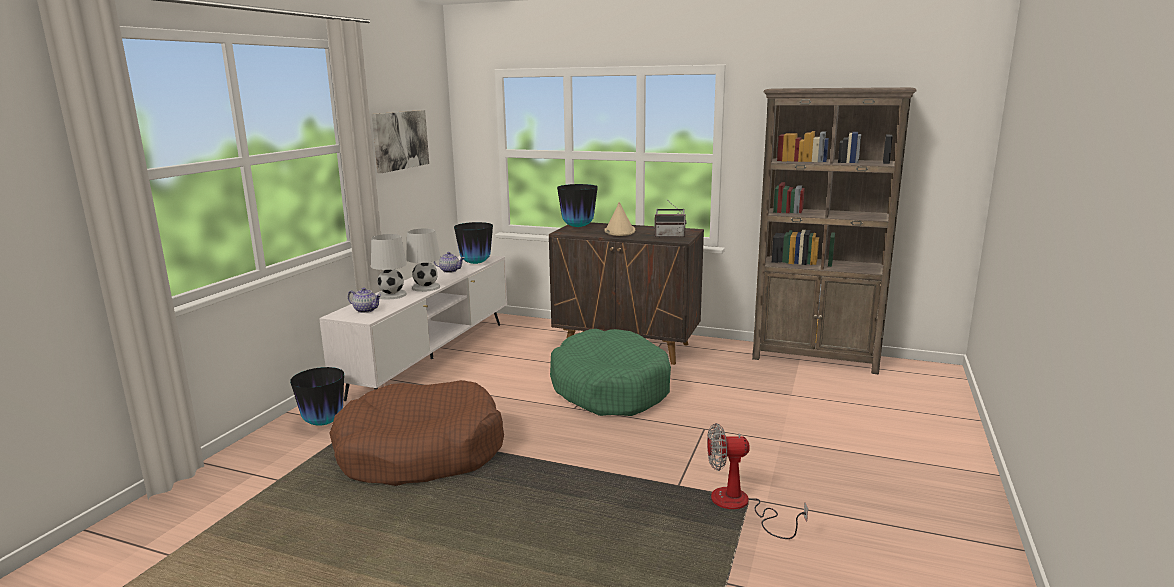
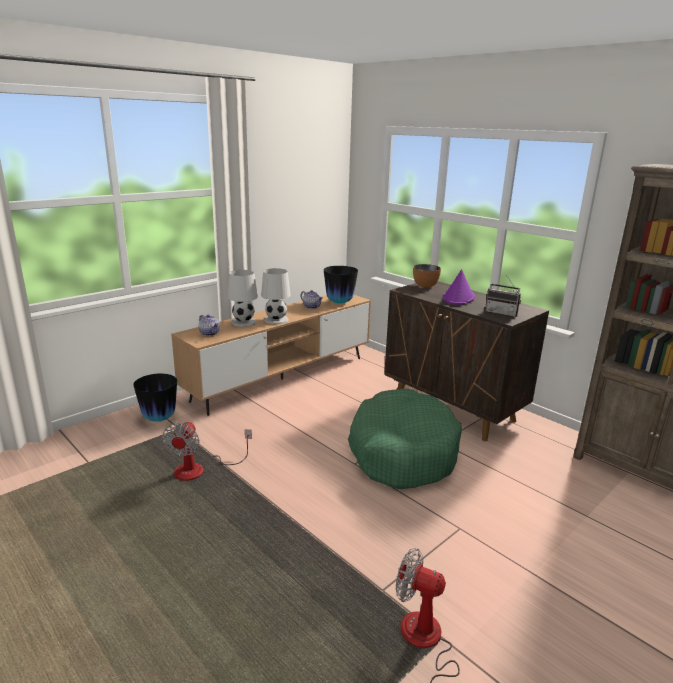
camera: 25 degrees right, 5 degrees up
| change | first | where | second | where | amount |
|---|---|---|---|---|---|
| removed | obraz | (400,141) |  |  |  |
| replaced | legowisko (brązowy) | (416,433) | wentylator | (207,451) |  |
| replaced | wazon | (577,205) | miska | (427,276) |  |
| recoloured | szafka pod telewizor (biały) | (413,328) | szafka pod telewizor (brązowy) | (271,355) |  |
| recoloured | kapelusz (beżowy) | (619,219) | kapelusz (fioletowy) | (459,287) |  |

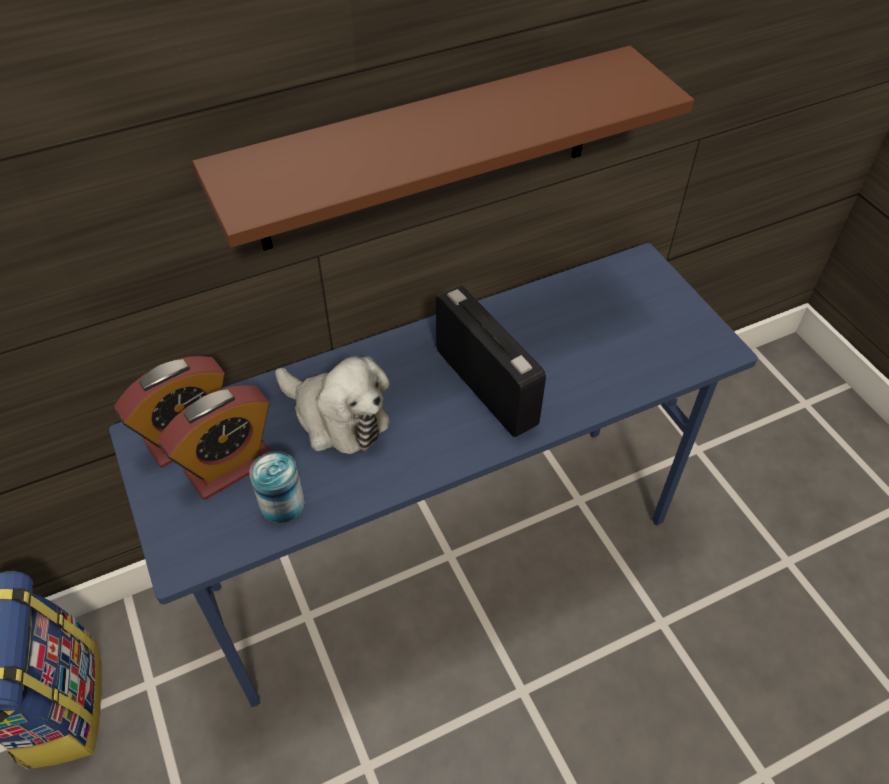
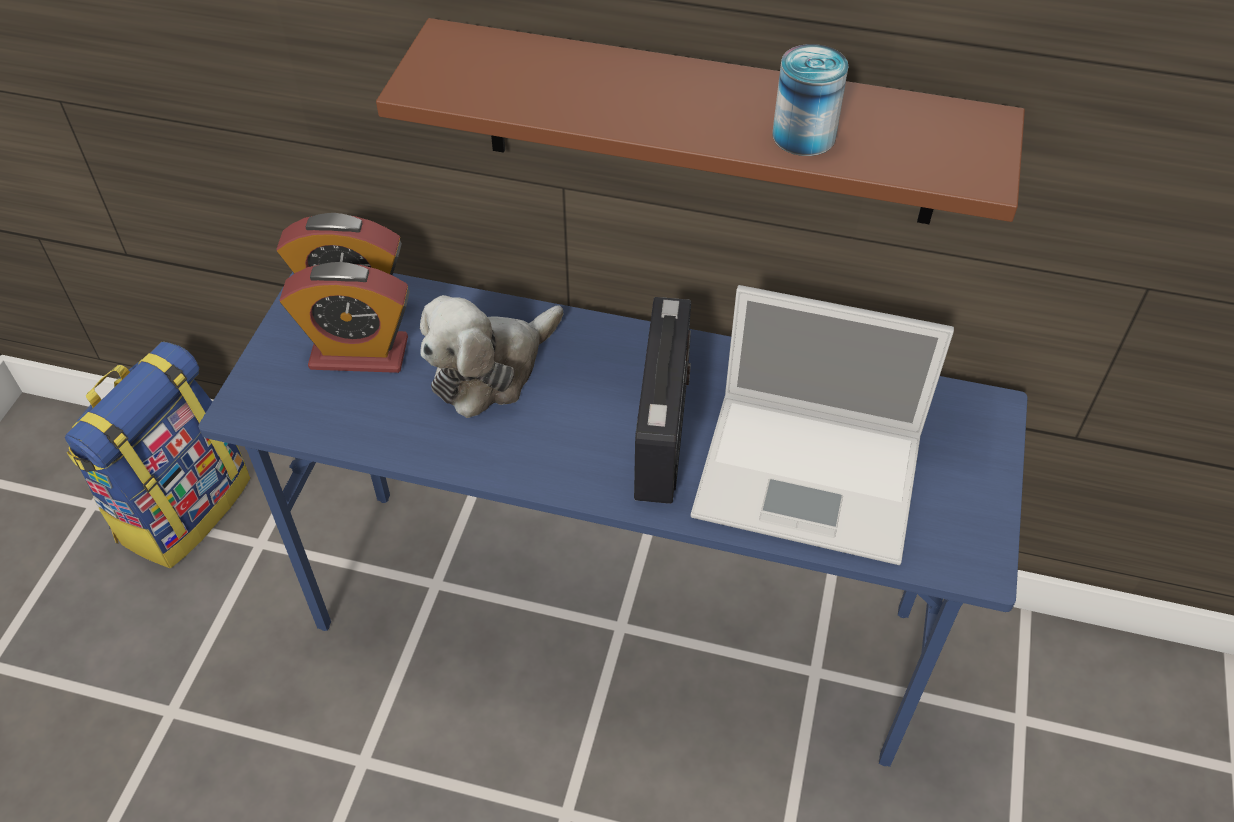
camera: 40 degrees right, 0 degrees up
| change | first | where | second | where | amount |
|---|---|---|---|---|---|
| added |  |  | laptop | (822,425) |  |
| moved | puszka | (277,487) |  | (810,100) |  |
| turned | pluszak | (332,405) |  | (492,356) | 60 degrees clockwise |

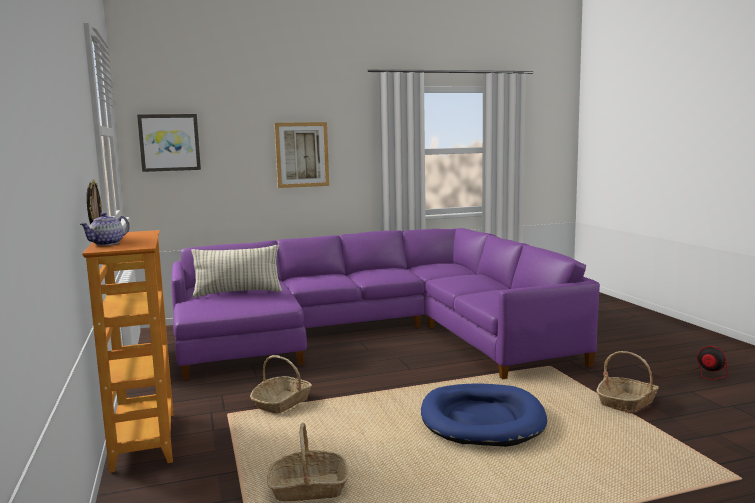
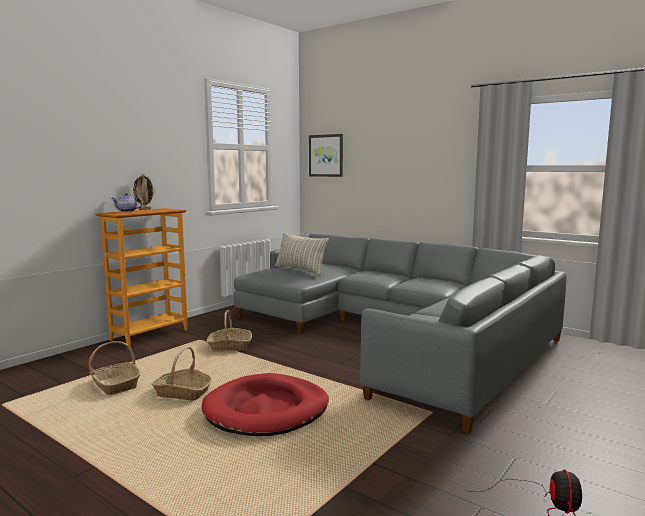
camera: 55 degrees right, 0 degrees up
| change | first | where | second | where | amount |
|---|---|---|---|---|---|
| removed | obraz | (301,155) |  |  |  |
| moved | koszyk | (627,382) |  | (181,373) |  |
| recoloured | kanapa (fioletowy) | (385,304) | kanapa (szary) | (400,334) |  |
| recoloured | legowisko (niebieski) | (484,415) | legowisko (czerwony) | (265,404) |  |

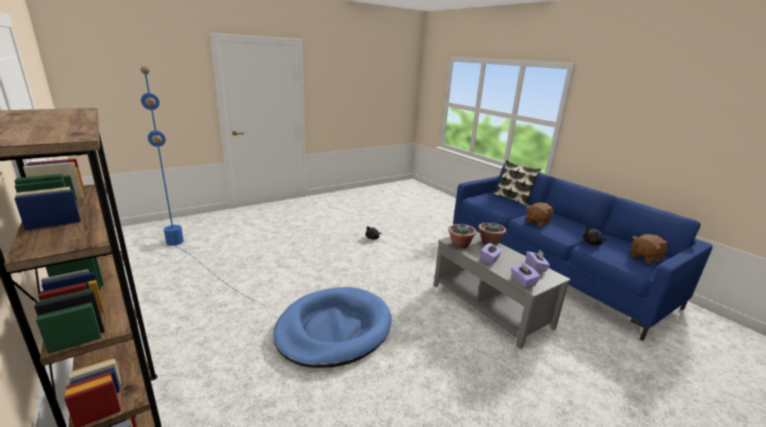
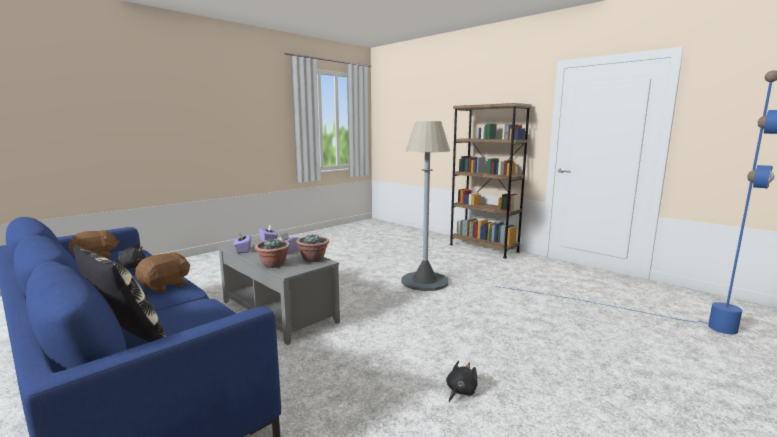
camera: 170 degrees right, 10 degrees down
| change | first | where | second | where | amount |
|---|---|---|---|---|---|
| replaced | legowisko (niebieski) | (332,327) | lampa stojąca (szary) | (425,206) |  |

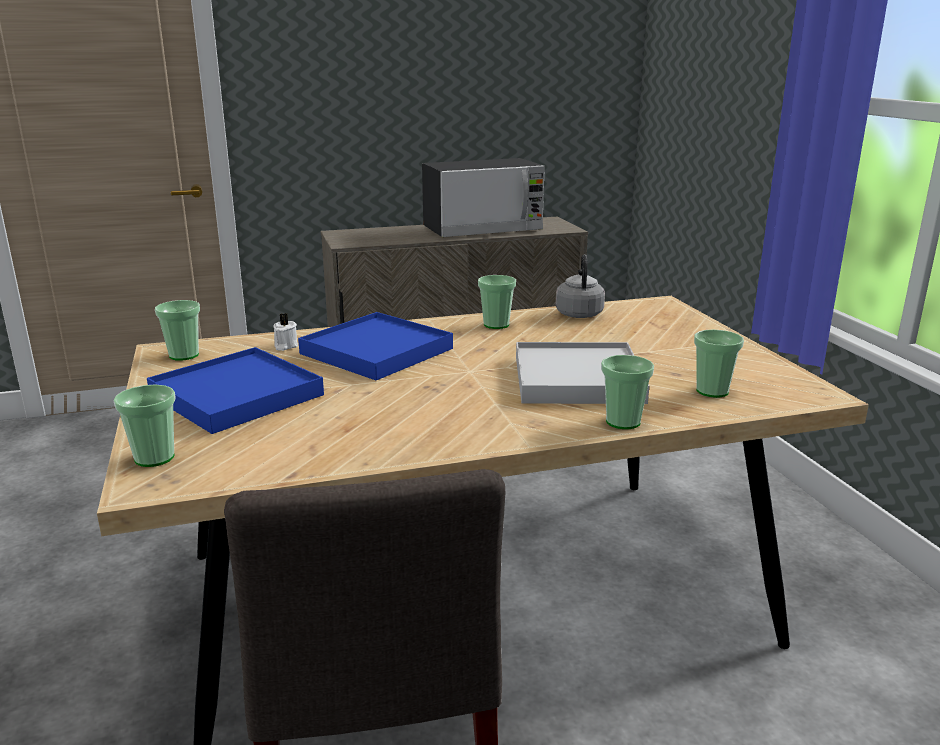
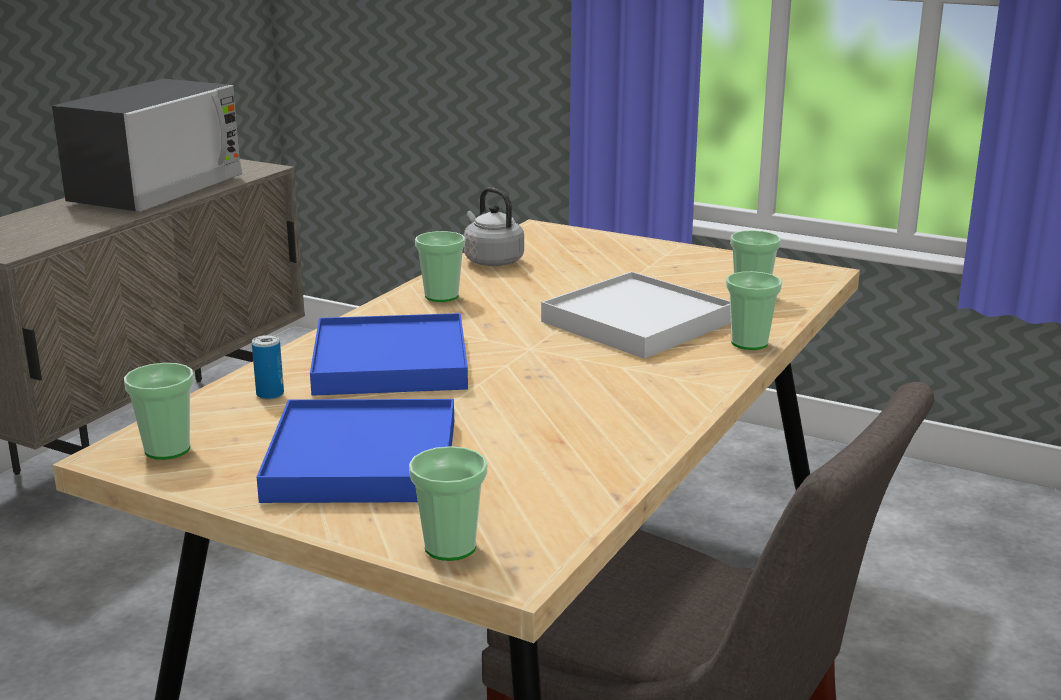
camera: 45 degrees left, 0 degrees up
| change | first | where | second | where | amount |
|---|---|---|---|---|---|
| replaced | świeca (biały) | (285,332) | puszka | (268,367) |  |

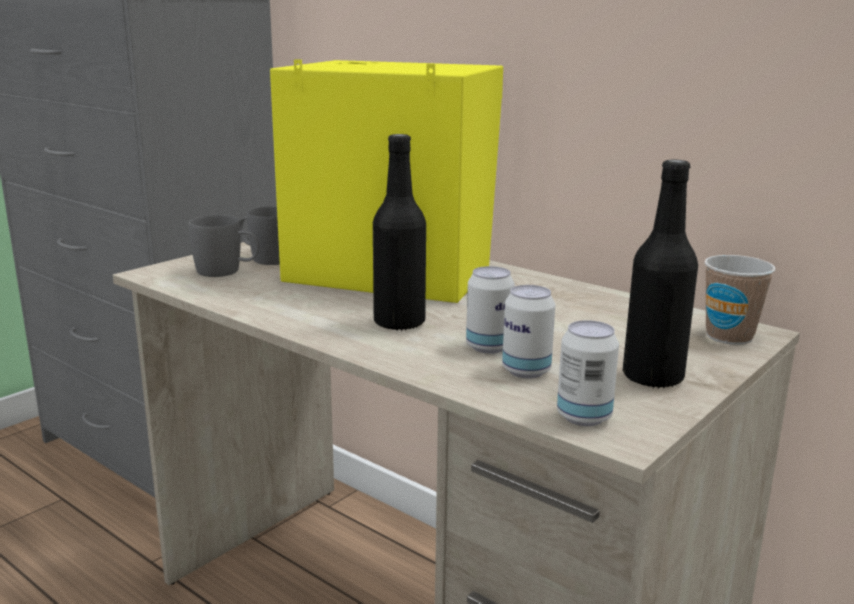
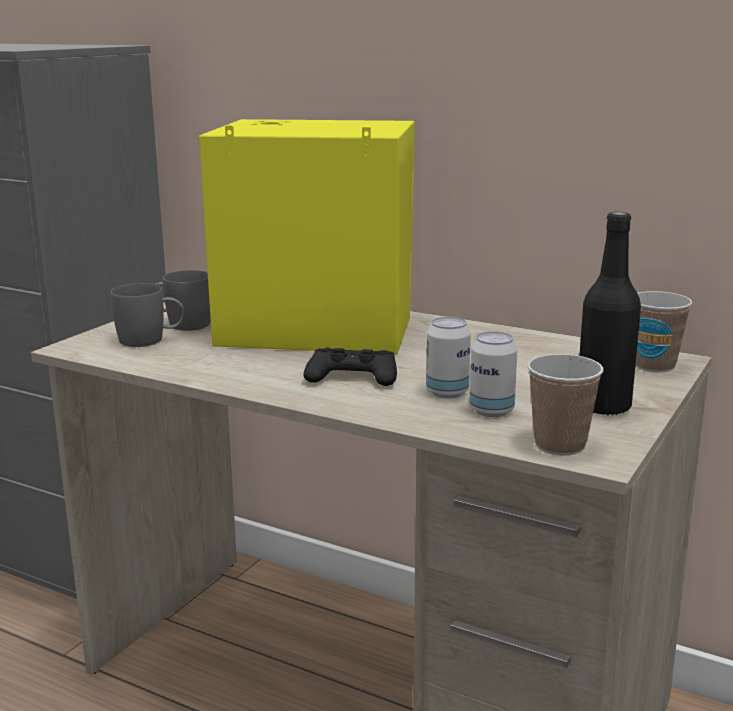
camera: 10 degrees left, 0 degrees up
| change | first | where | second | where | amount |
|---|---|---|---|---|---|
| replaced | butelka (czarny) | (399,232) | pad do gier (czarny) | (350,367) |  |
| replaced | puszka | (588,373) | filiżanka | (565,404) |  |

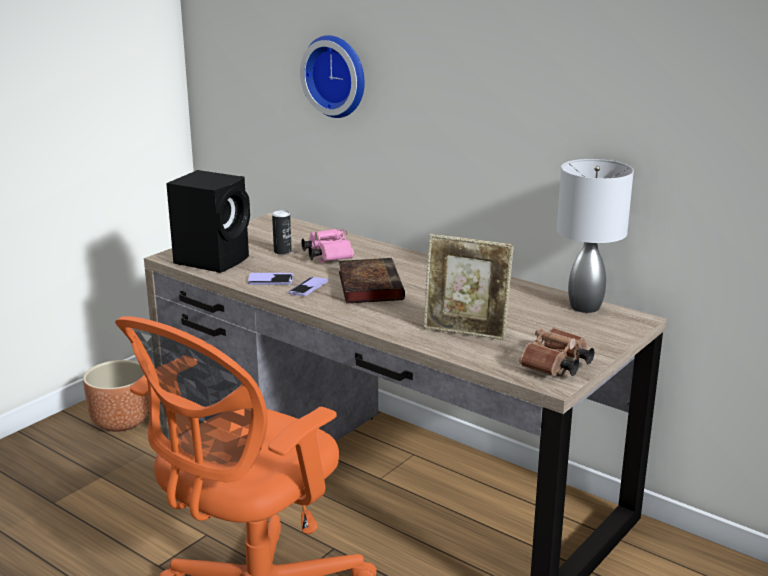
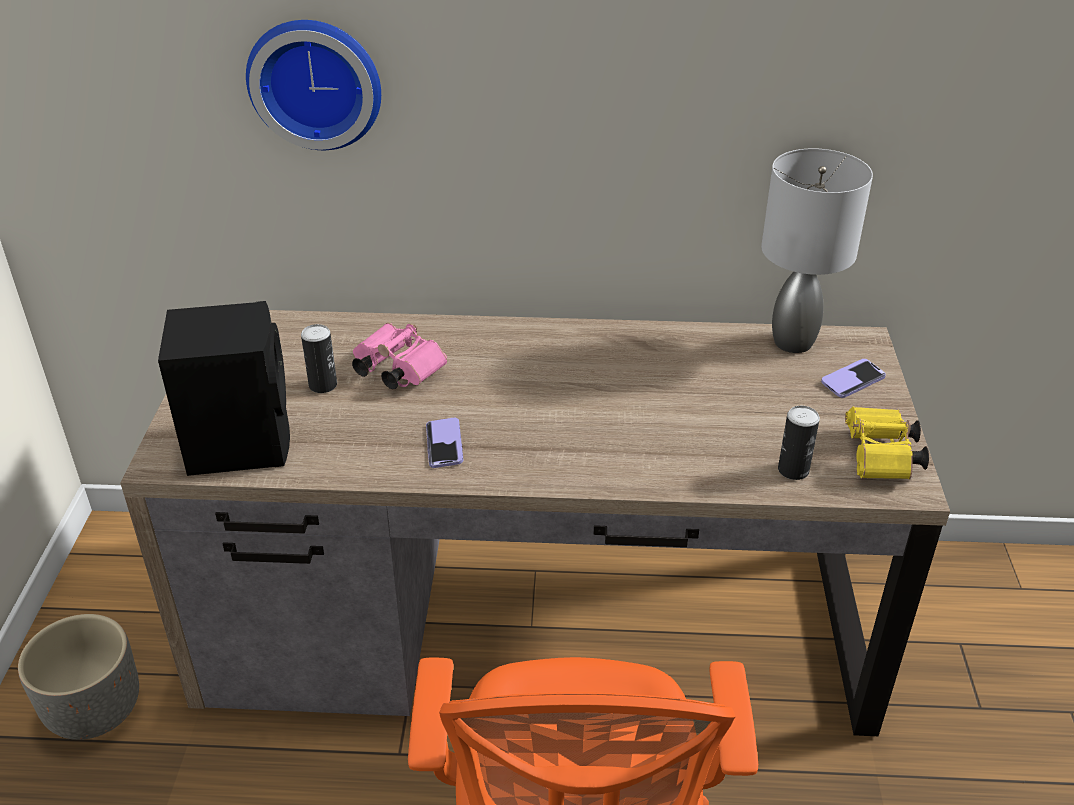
camera: 35 degrees left, 15 degrees up
| change | first | where | second | where | amount |
|---|---|---|---|---|---|
| removed | książka | (372,281) |  |  |  |
| removed | ramka na zdjęcie | (469,287) |  |  |  |
| added |  |  | puszka | (799,443) |  |
| moved | telefon | (271,279) |  | (853,378) |  |
| recoloured | donica (brązowy) | (116,396) | donica (szary) | (78,677) |  |
| recoloured | lornetka (brązowy) | (557,352) | lornetka (żółty) | (887,443) |  |

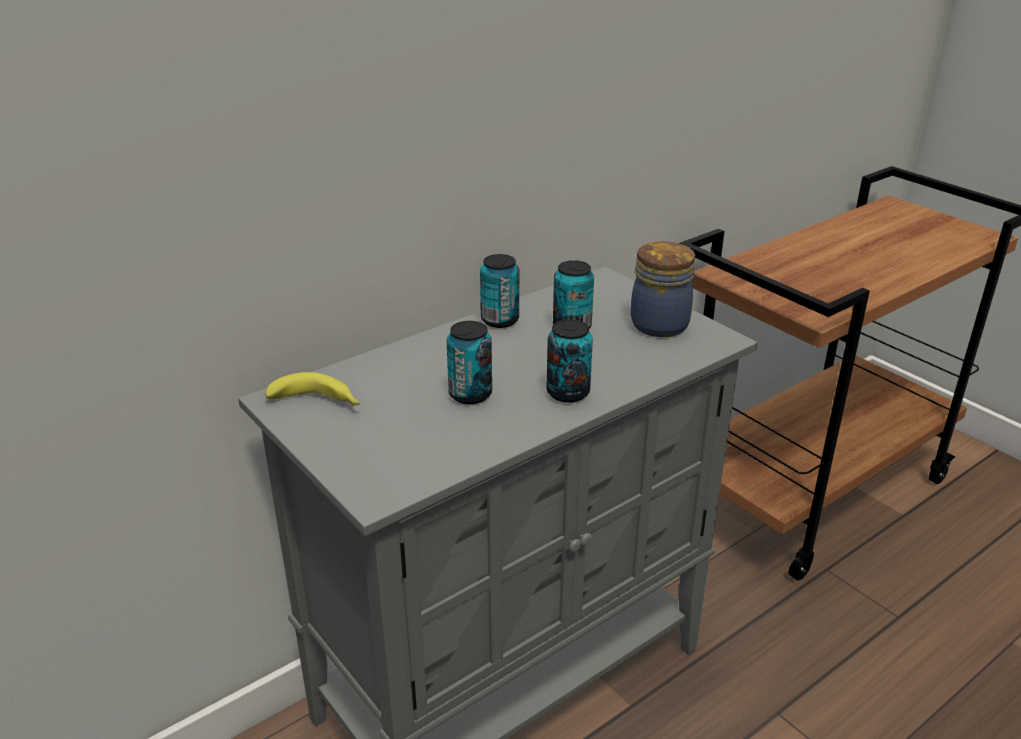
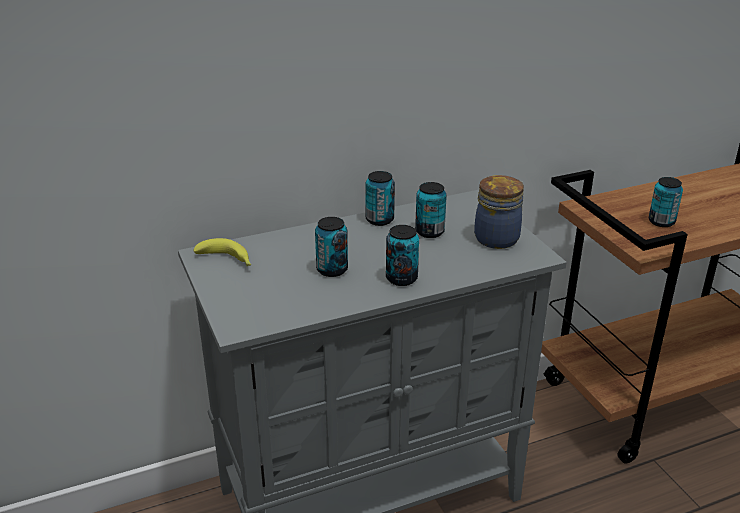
camera: 15 degrees right, 0 degrees up
| change | first | where | second | where | amount |
|---|---|---|---|---|---|
| added |  |  | puszka | (666,202) |  |

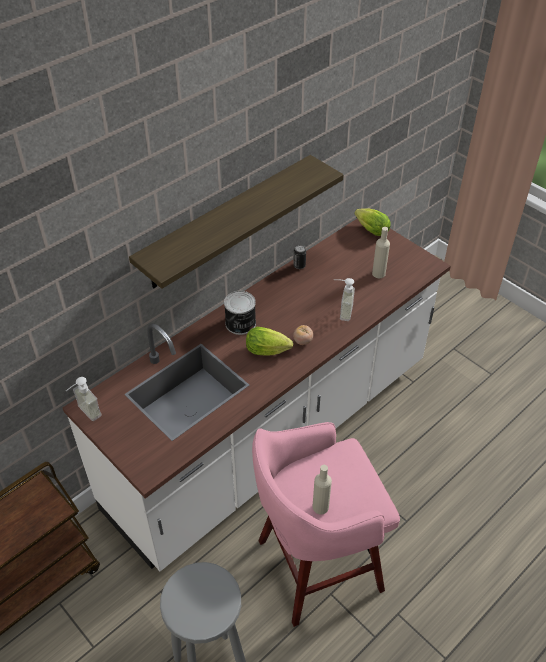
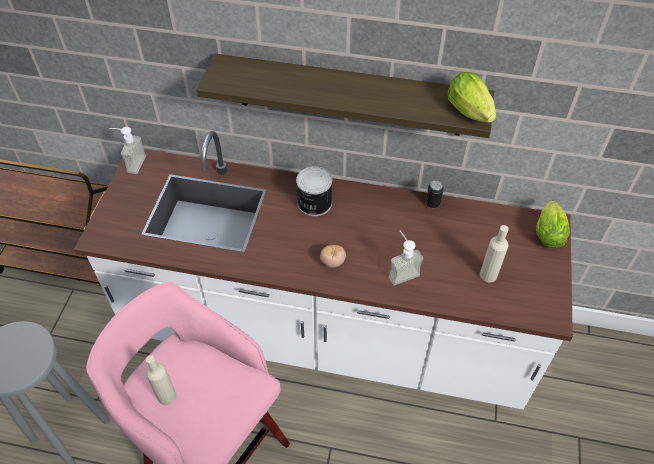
camera: 55 degrees right, 5 degrees up
| change | first | where | second | where | amount |
|---|---|---|---|---|---|
| moved | sałata | (269,341) |  | (472,97) |  |

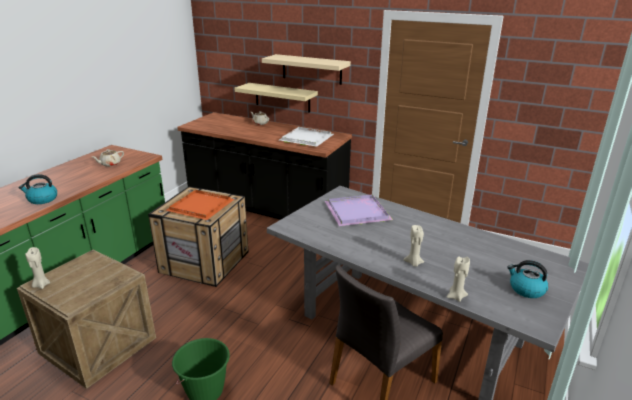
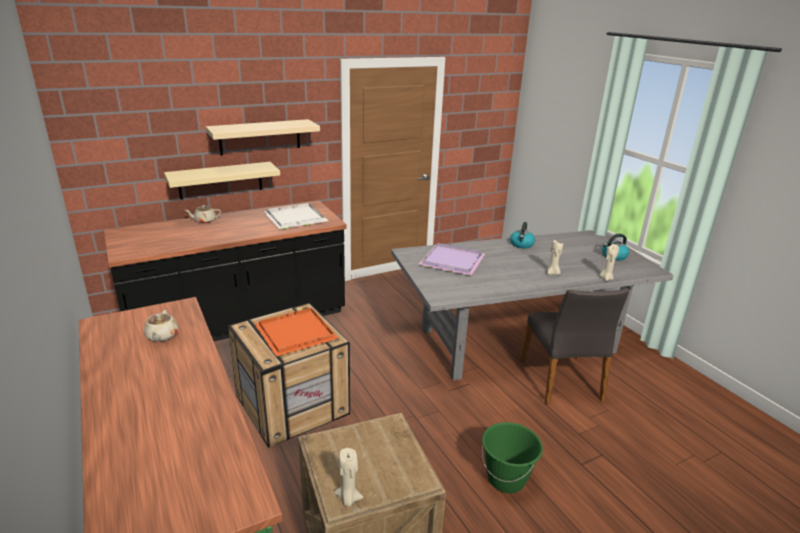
camera: 55 degrees left, 0 degrees up
| change | first | where | second | where | amount |
|---|---|---|---|---|---|
| moved | czajnik | (38,189) |  | (522,235) |  |

